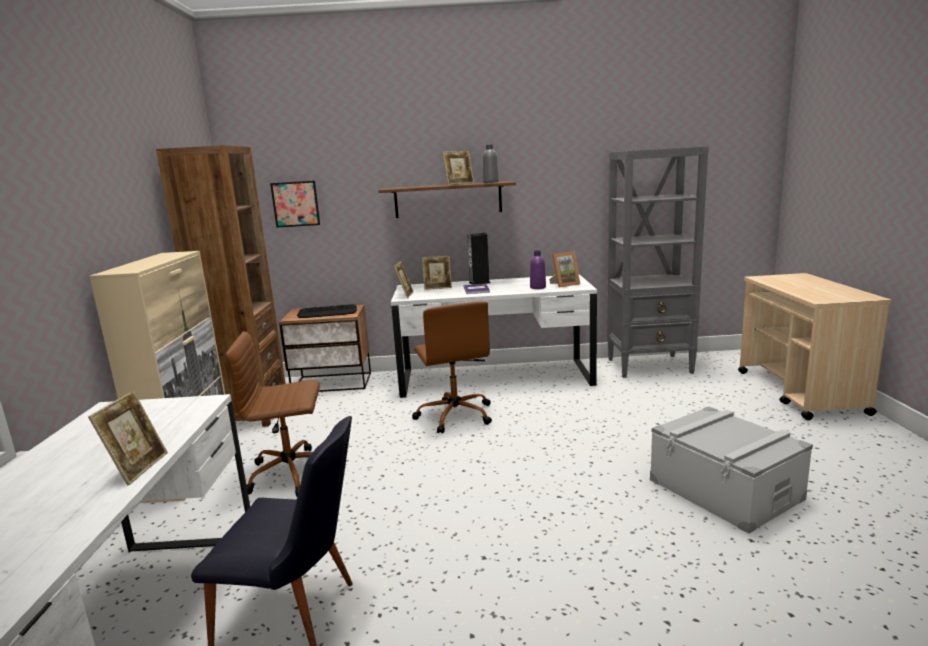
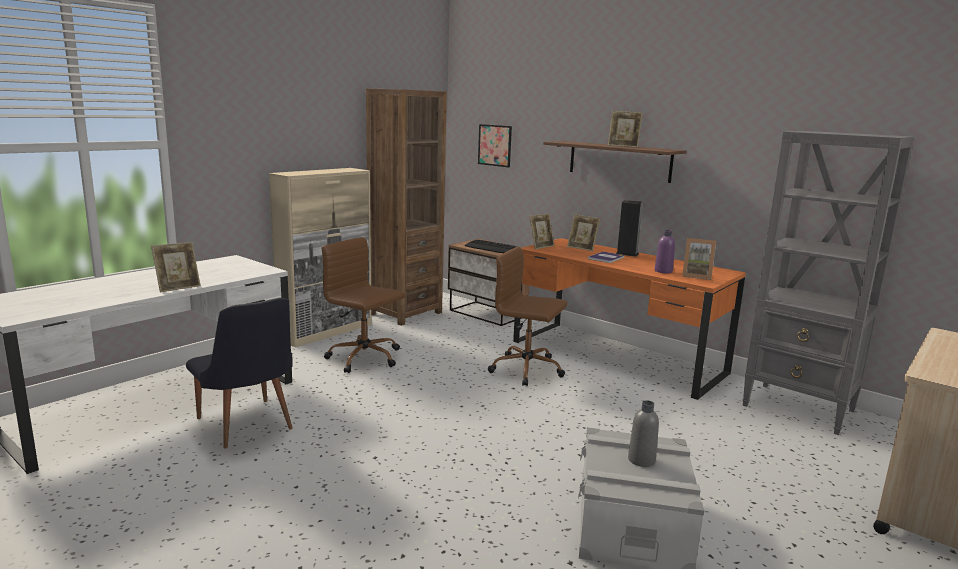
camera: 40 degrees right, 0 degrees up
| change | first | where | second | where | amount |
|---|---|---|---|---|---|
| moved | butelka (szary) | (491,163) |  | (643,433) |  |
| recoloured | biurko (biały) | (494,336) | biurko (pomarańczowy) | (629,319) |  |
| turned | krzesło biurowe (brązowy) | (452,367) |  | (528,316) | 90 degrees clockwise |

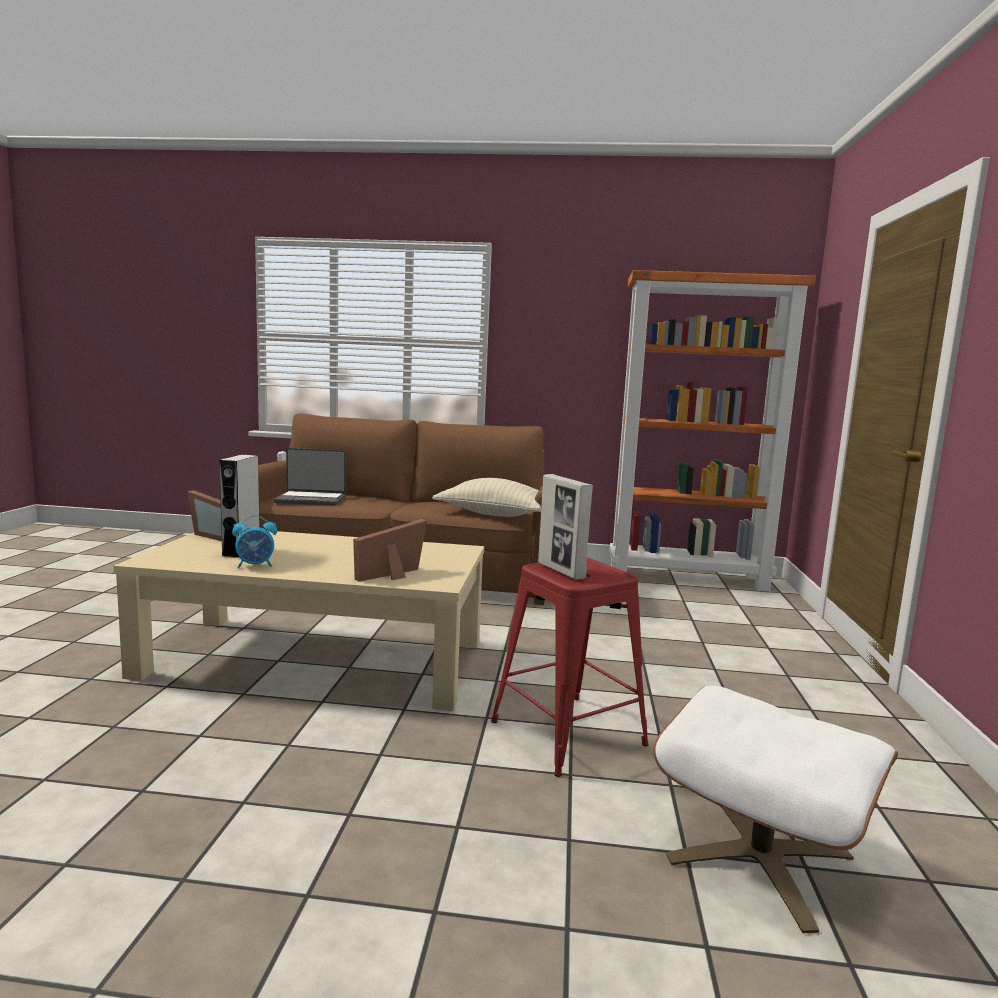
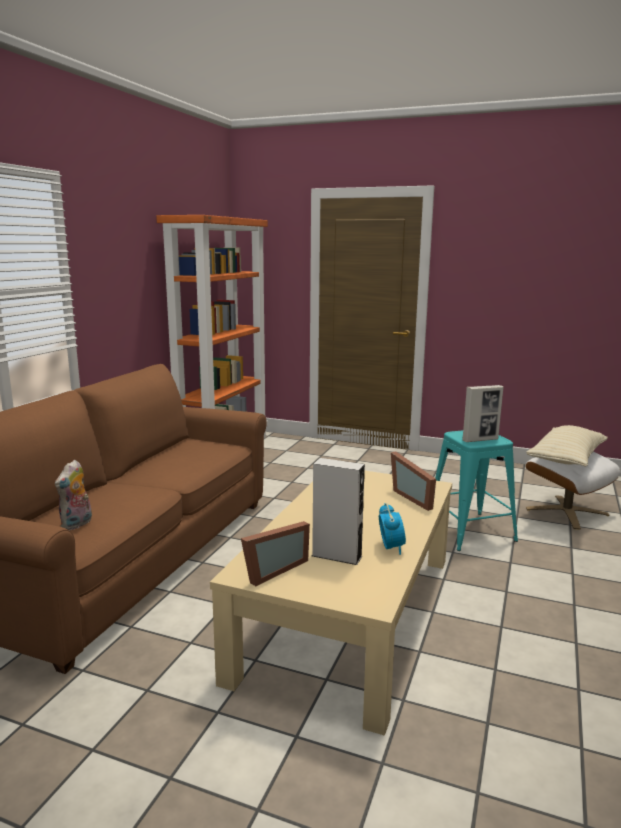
camera: 75 degrees left, 5 degrees up
| change | first | where | second | where | amount |
|---|---|---|---|---|---|
| moved | poduszka (beżowy) | (486,497) |  | (567,446) |  |
| replaced | laptop | (310,477) | pluszak | (73,495) |  |
| recoloured | stołek (czerwony) | (570,667) | stołek (turkusowy) | (476,490) |  |

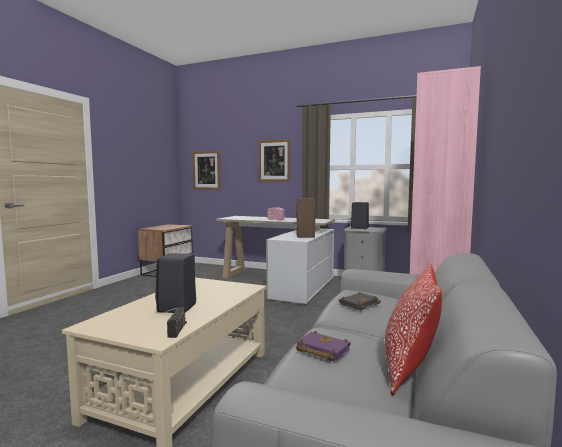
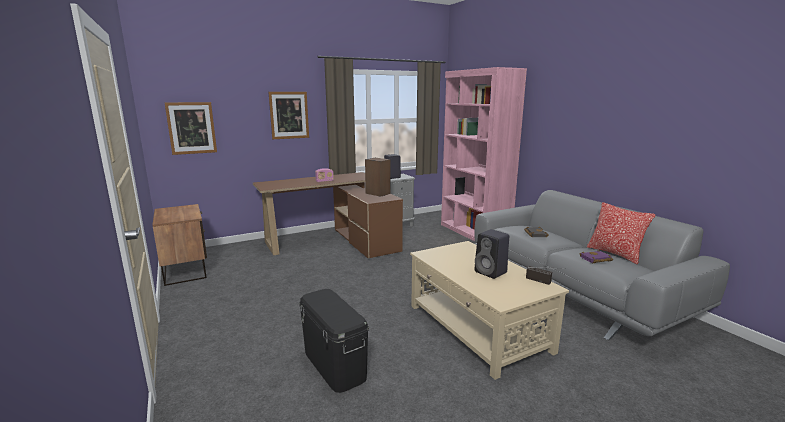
camera: 50 degrees left, 10 degrees up
| change | first | where | second | where | amount |
|---|---|---|---|---|---|
| added |  |  | pojemnik do przechowywania (czarny) | (334,341) |  |
| recoloured | biurko (biały) | (275,260) | biurko (brązowy) | (328,215) |  |

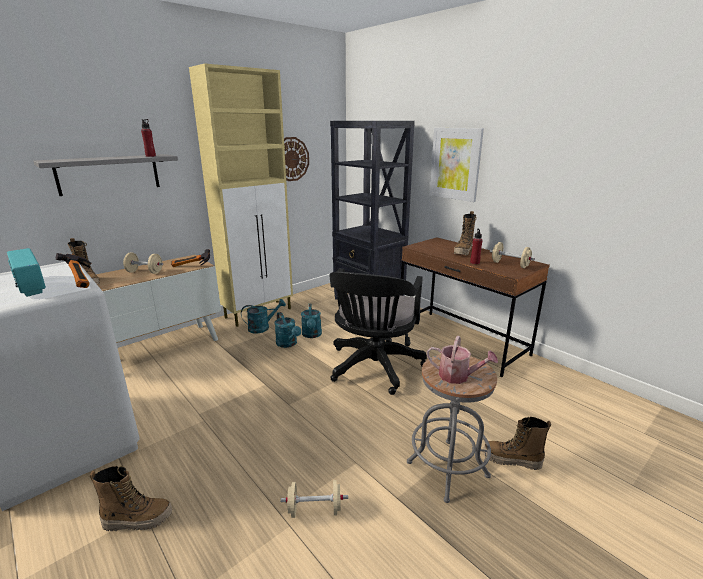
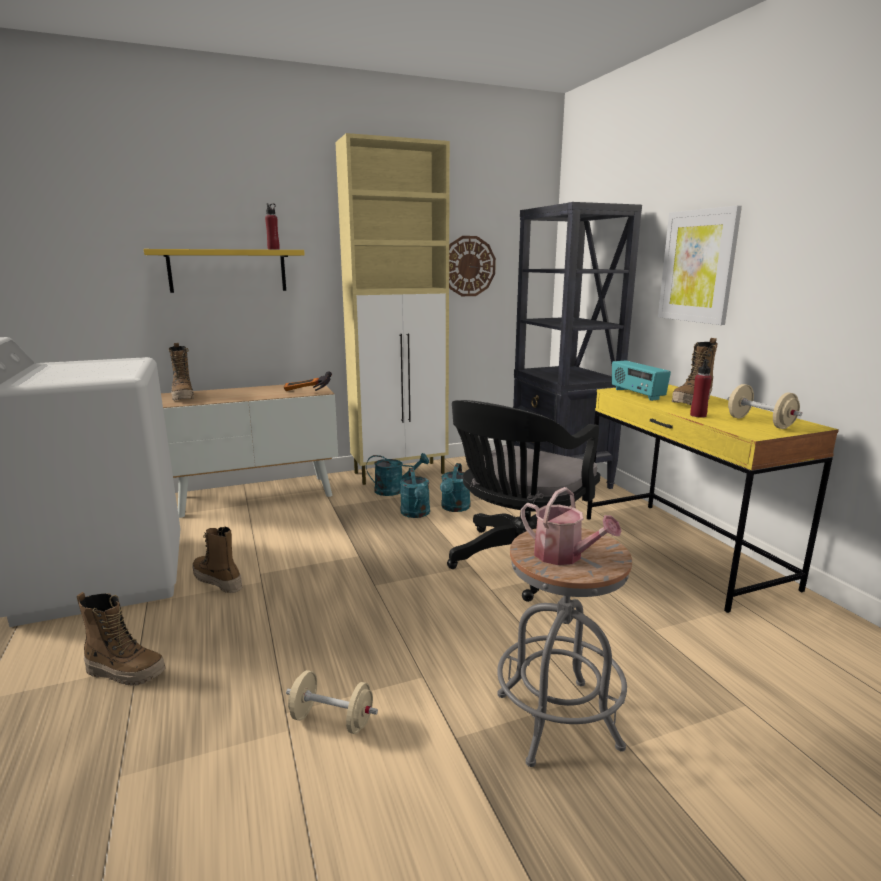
camera: 20 degrees right, 5 degrees down
| change | first | where | second | where | amount |
|---|---|---|---|---|---|
| removed | młotek | (73,270) |  |  |  |
| removed | hantel (beżowy) | (143,263) |  |  |  |
| moved | radio | (26,272) |  | (641,380) |  |
| moved | but z cholewką | (517,443) |  | (218,560) |  |
| recoloured | półka (szary) | (105,175) | półka (żółty) | (224,271) |  |
| recoloured | biurko (brązowy) | (475,307) | biurko (żółty) | (713,498) |  |

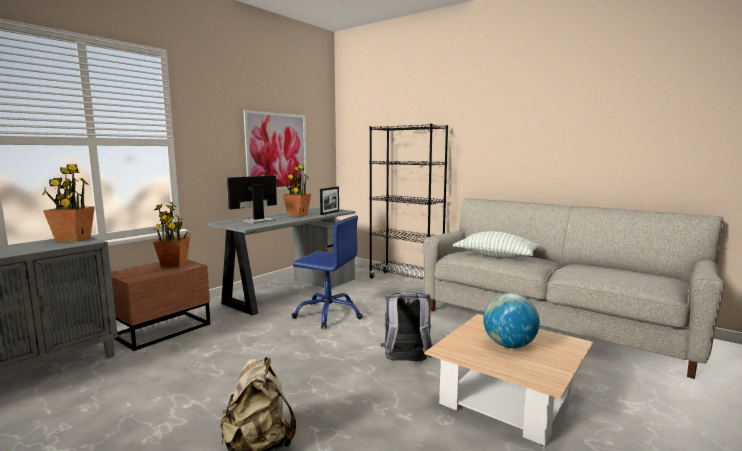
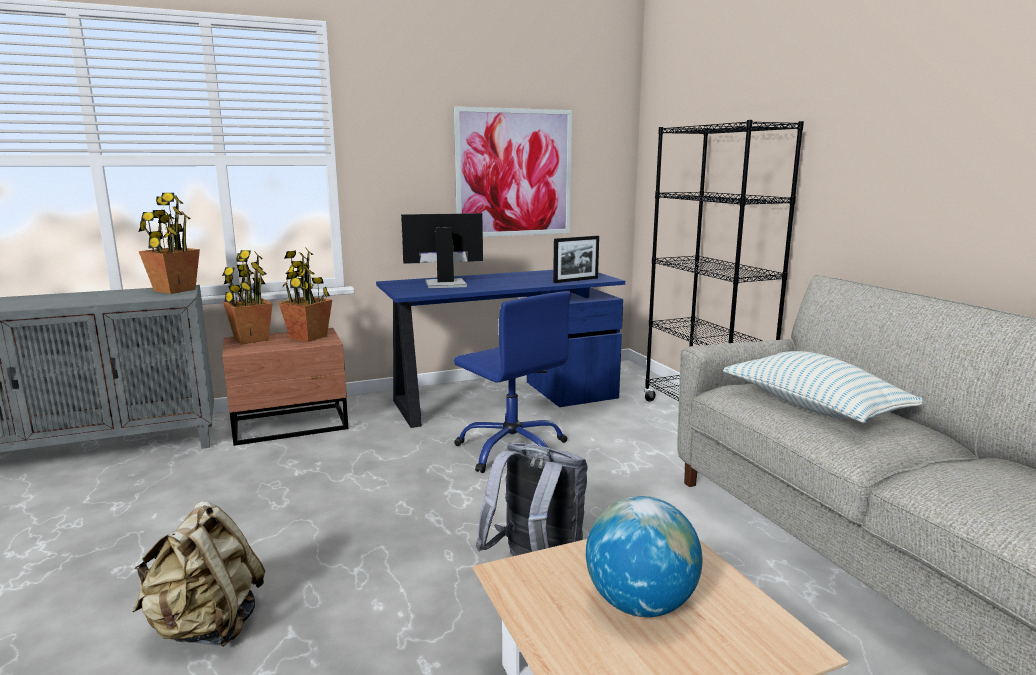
camera: 30 degrees right, 5 degrees up
| change | first | where | second | where | amount |
|---|---|---|---|---|---|
| moved | roślina doniczkowa | (297,191) |  | (247,297) |  |
| recoloured | biurko (szary) | (281,261) | biurko (niebieski) | (500,349) |  |

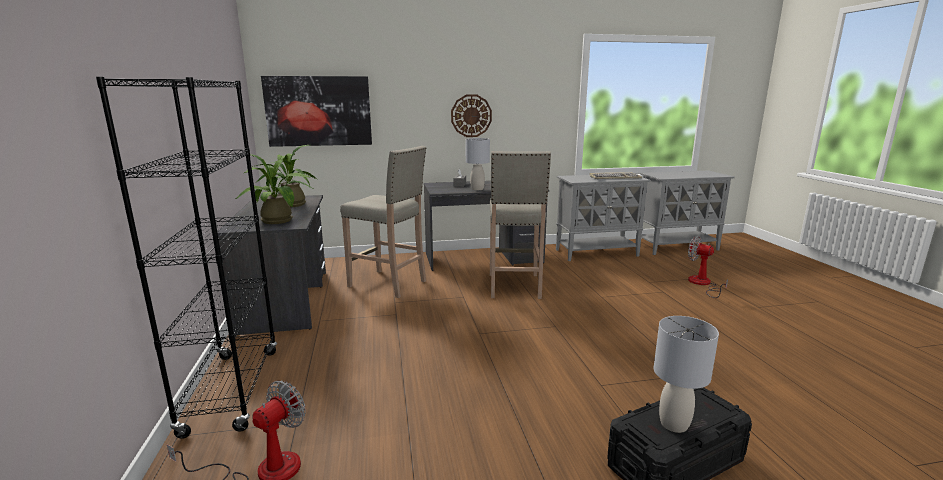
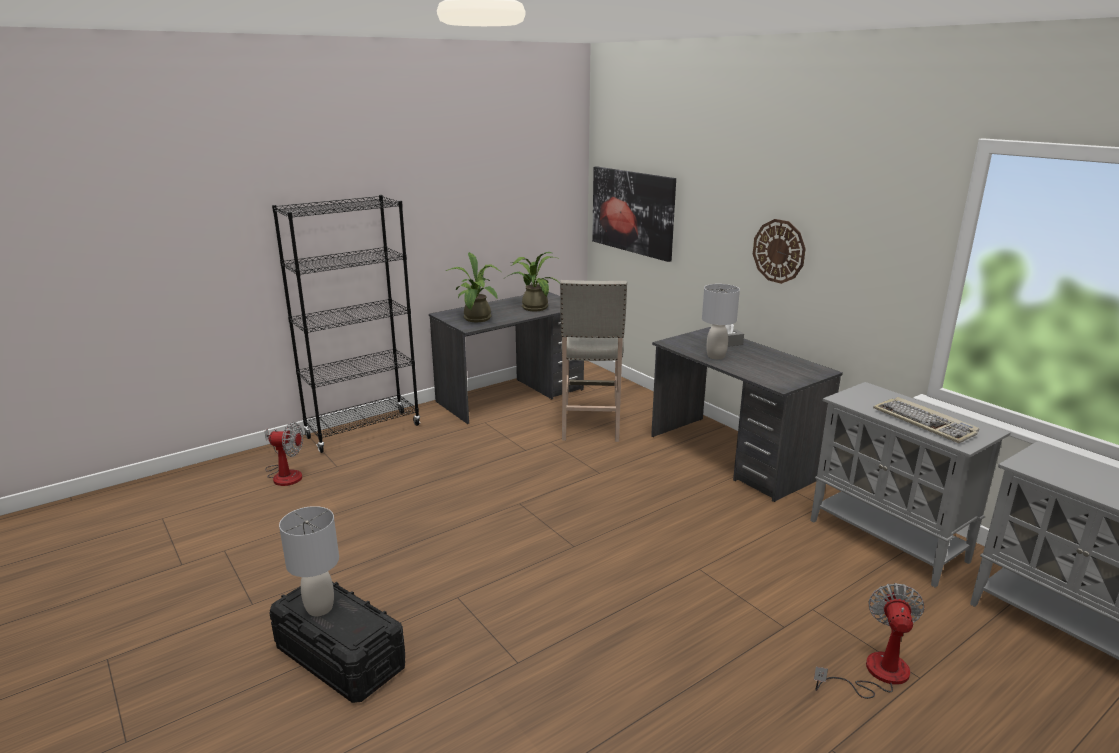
camera: 65 degrees right, 5 degrees up
| change | first | where | second | where | amount |
|---|---|---|---|---|---|
| removed | stołek (beżowy) | (520,225) |  |  |  |

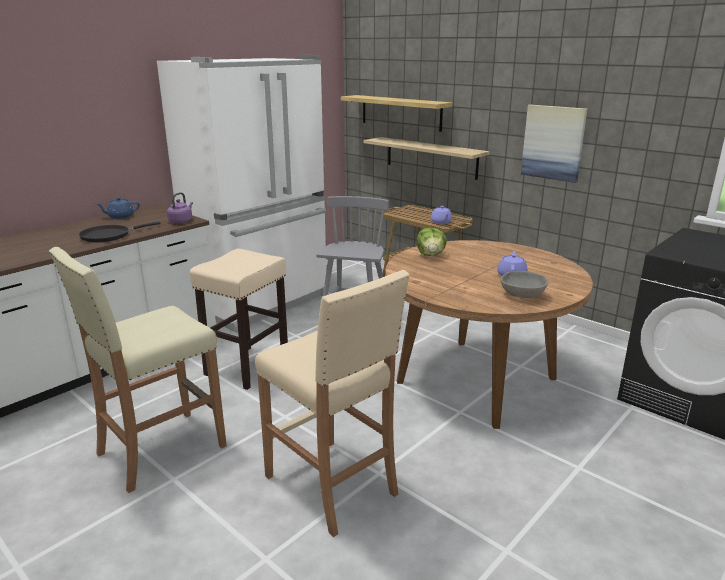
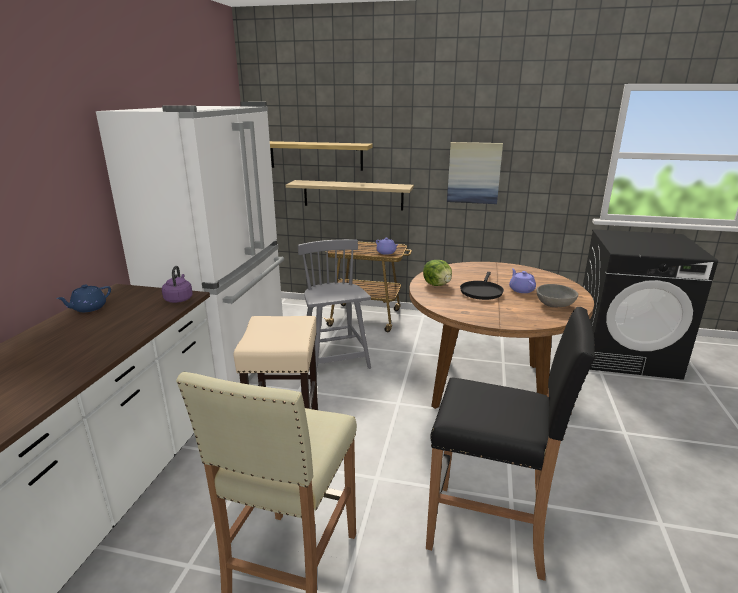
camera: 30 degrees left, 0 degrees up
| change | first | where | second | where | amount |
|---|---|---|---|---|---|
| moved | patelnia (czarny) | (120,231) |  | (482,286) |  |
| recoloured | stołek (beżowy) | (332,403) | stołek (czarny) | (511,444) |  |

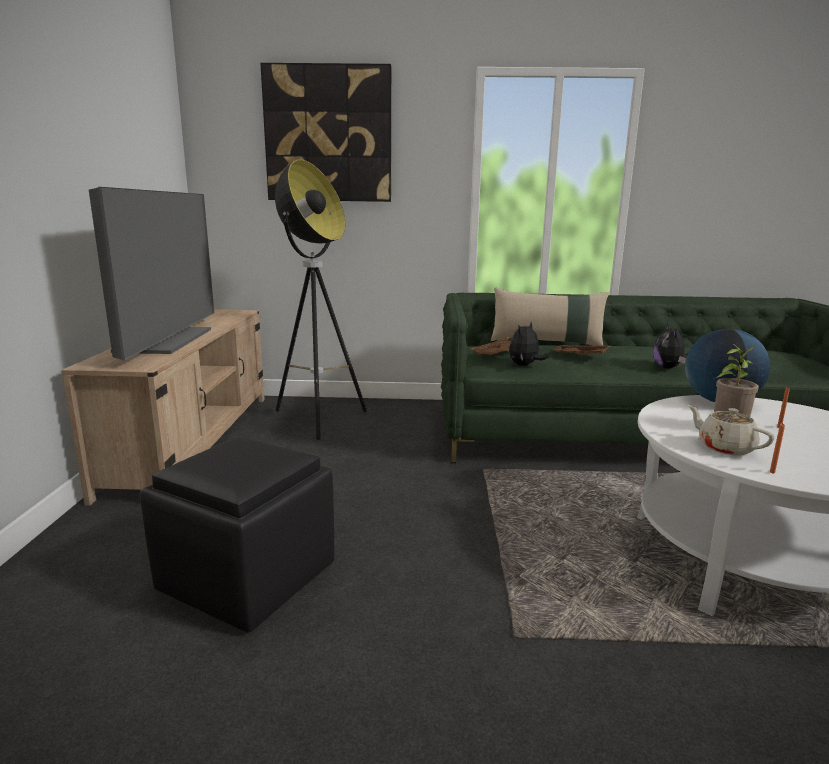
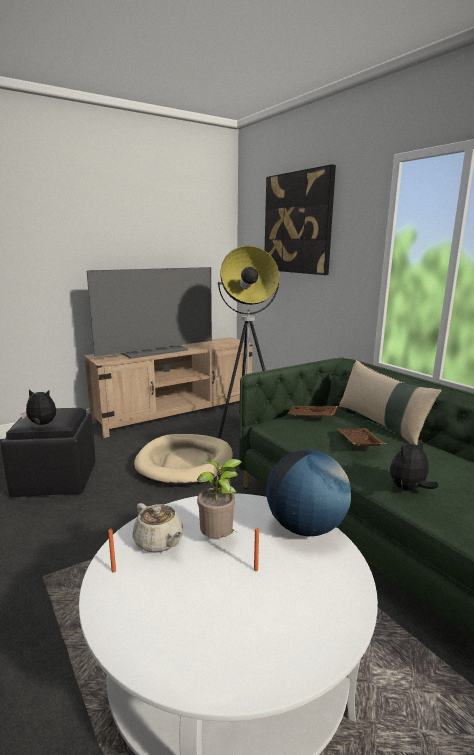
camera: 55 degrees right, 0 degrees up
| change | first | where | second | where | amount |
|---|---|---|---|---|---|
| added |  |  | legowisko (beżowy) | (183,460) |  |
| moved | pluszak | (528,344) |  | (38,407) |  |
| turned | imbryk (beżowy) | (731,430) |  | (157,528) | 120 degrees clockwise |

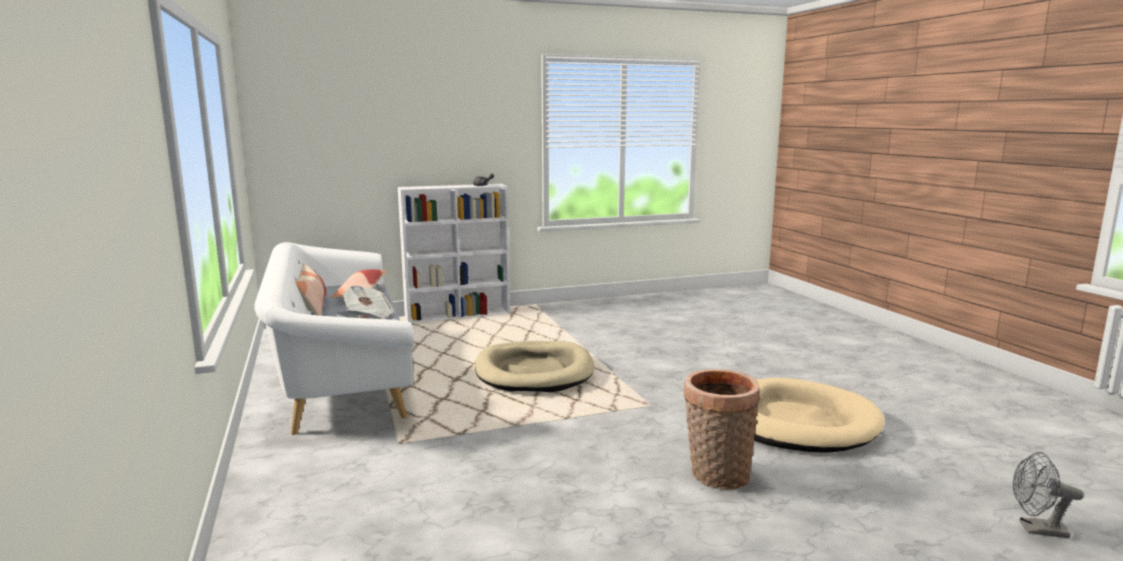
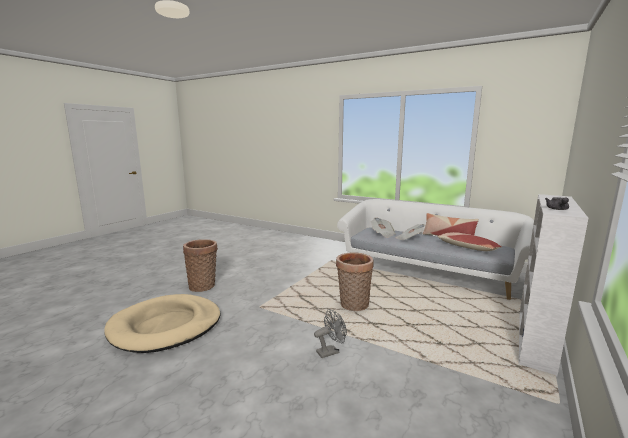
camera: 140 degrees right, 0 degrees up
| change | first | where | second | where | amount |
|---|---|---|---|---|---|
| moved | wentylator (szary) | (1048,495) |  | (330,333) |  |
| replaced | legowisko (beżowy) | (534,366) | koszyk | (354,281) |  |

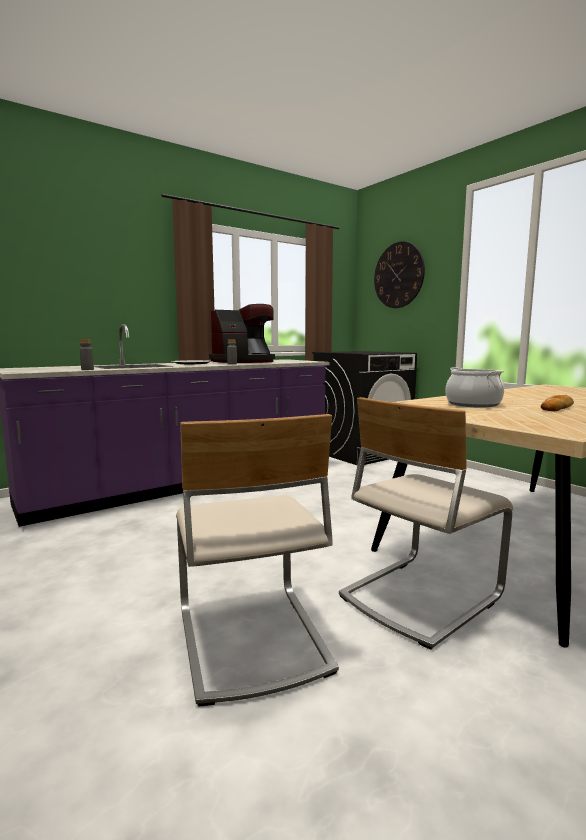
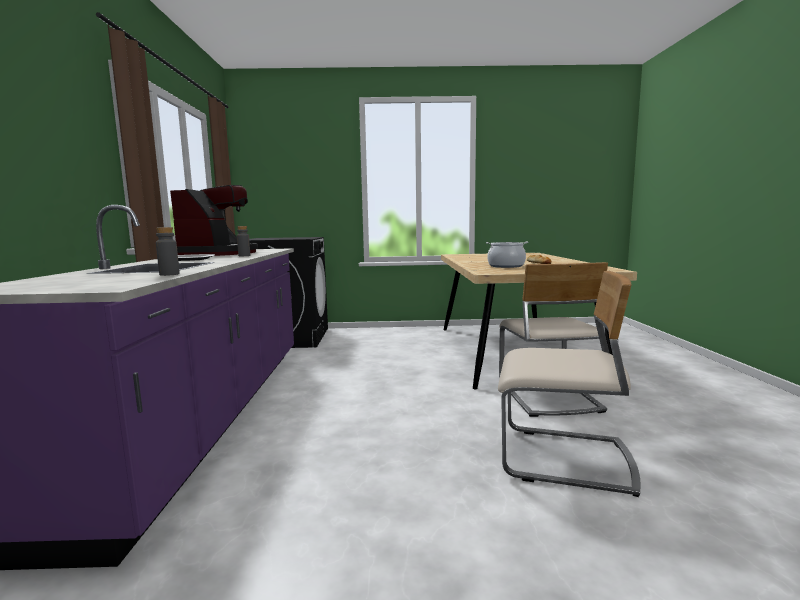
camera: 55 degrees left, 0 degrees up
| change | first | where | second | where | amount |
|---|---|---|---|---|---|
| removed | zegar ścienny | (399,274) |  |  |  |

